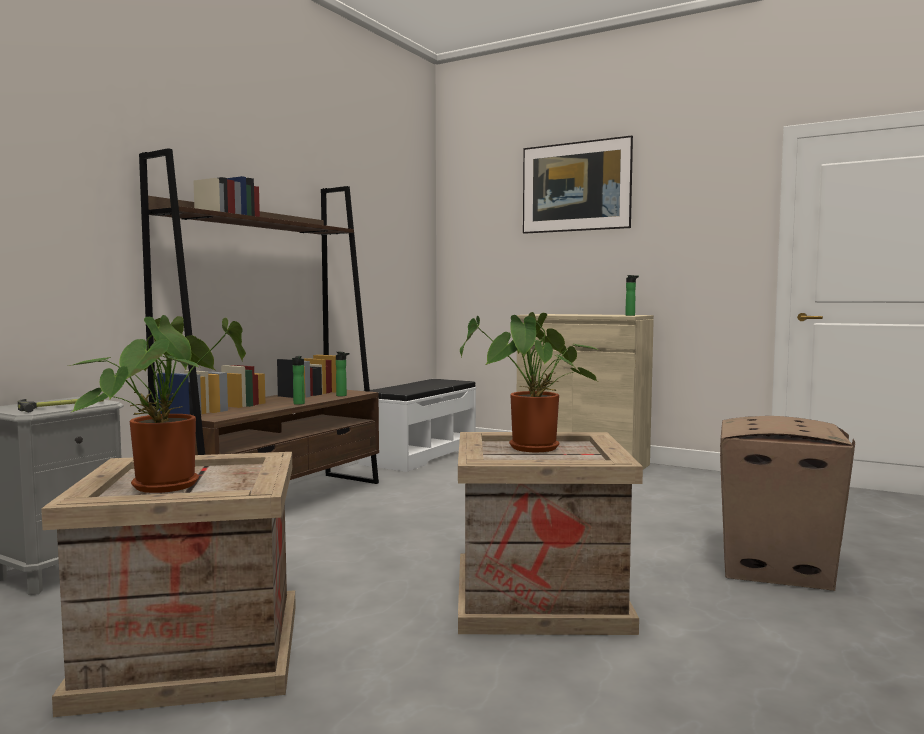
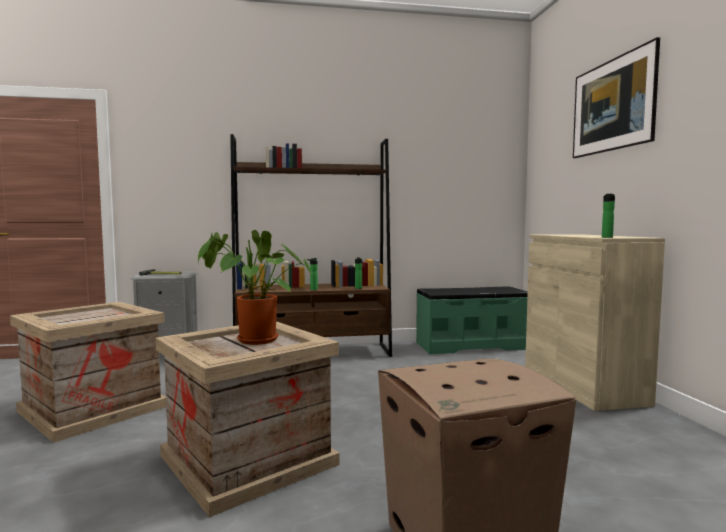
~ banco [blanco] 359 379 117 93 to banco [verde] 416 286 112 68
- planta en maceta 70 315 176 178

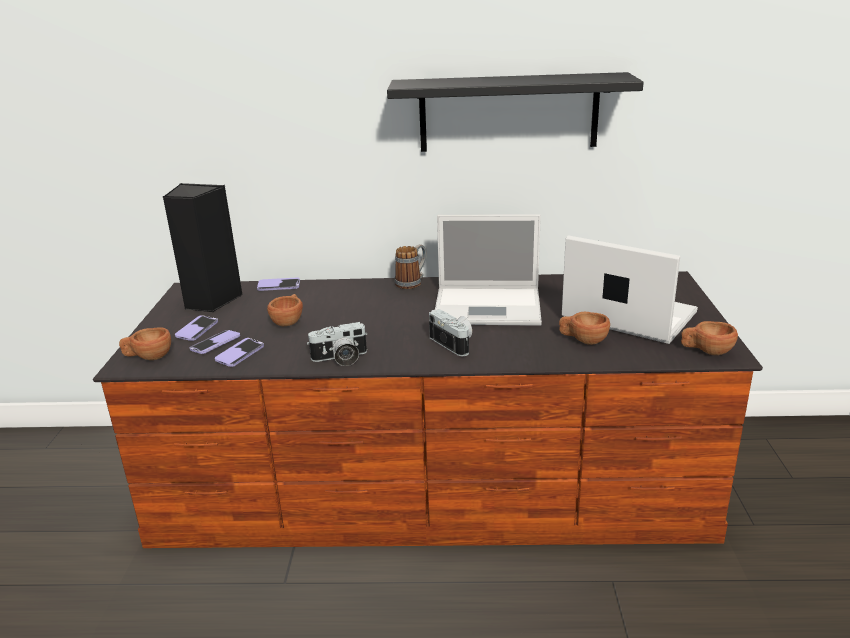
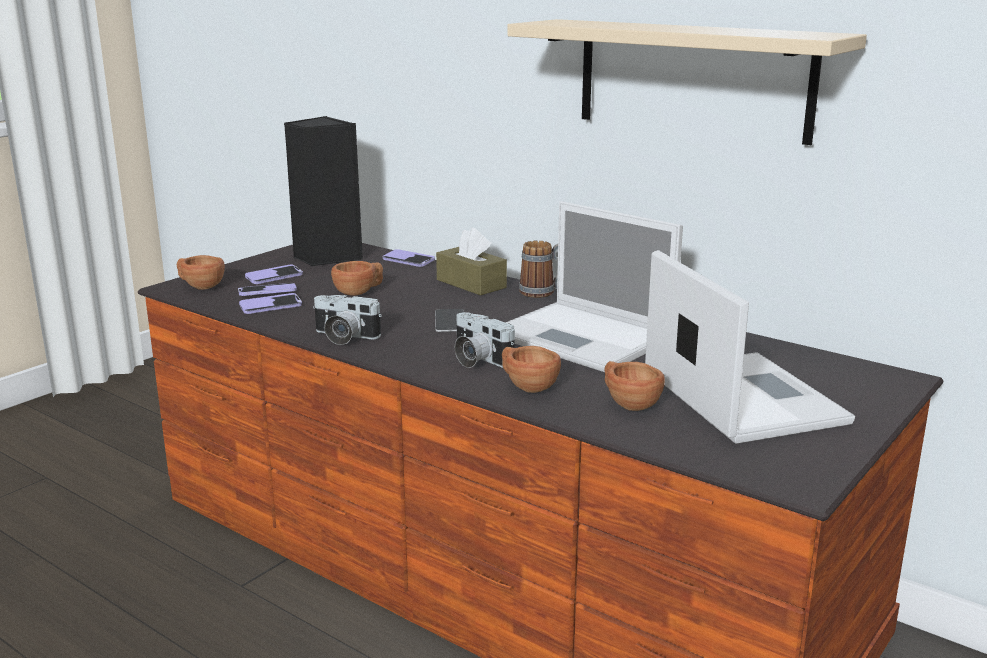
+ móvil 435 309 29 23
+ caja de pañuelos [marrón] 436 228 71 68
~ cámara 429 309 43 47 = 455 312 60 56 135 degrees clockwise
~ taza [marrón] 681 321 57 34 to 502 346 59 47
~ estante [negro] 387 72 257 80 to estante [beis] 507 19 360 126

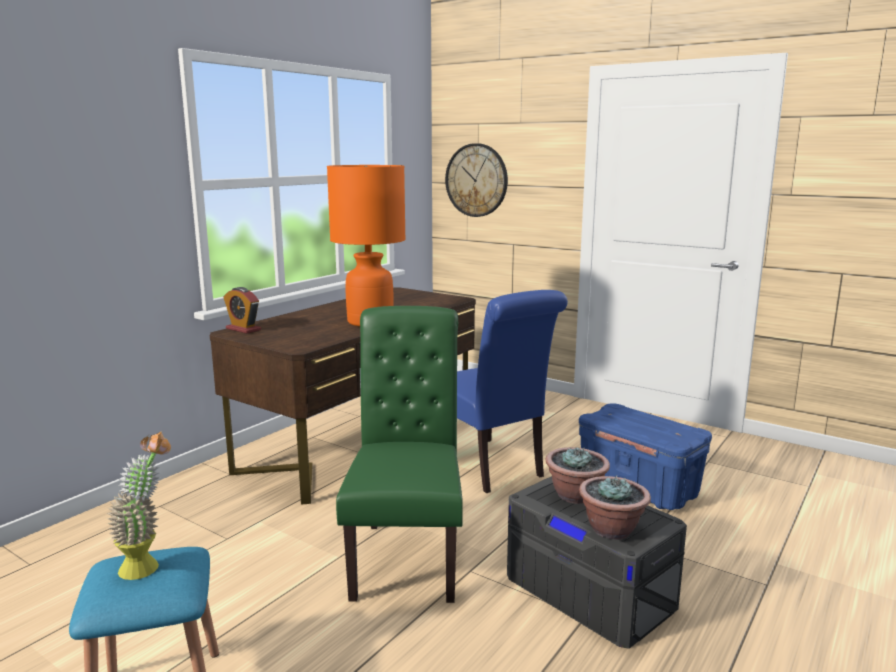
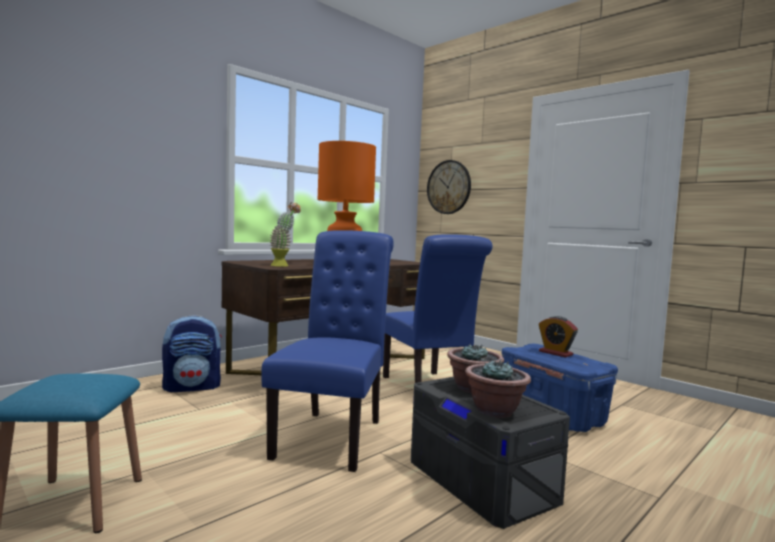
+ mochila 162 315 60 77
~ silla [verde] 336 306 127 297 to silla [azul] 261 230 133 242
~ planta en maceta 106 431 65 149 to 269 202 32 65
~ despertador 223 287 38 47 to 539 316 39 41

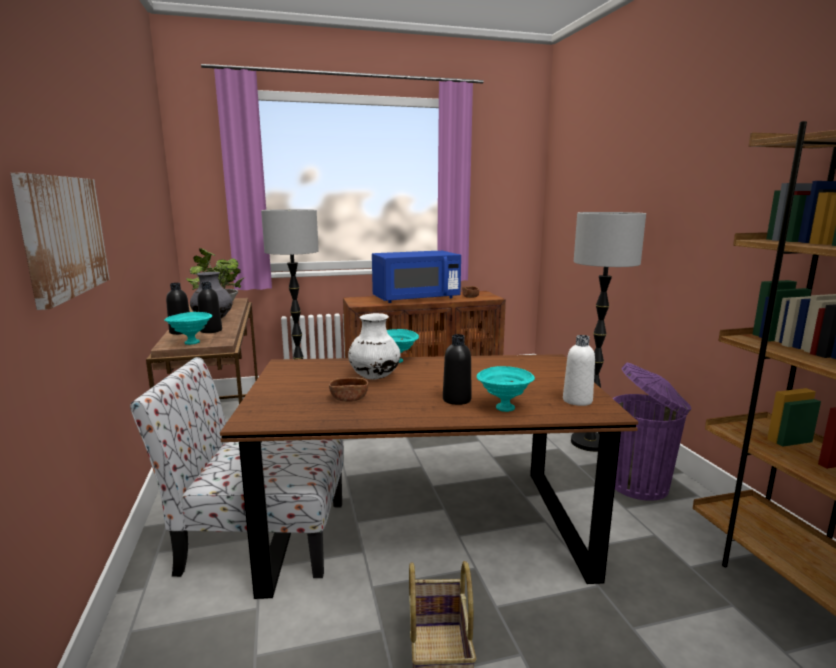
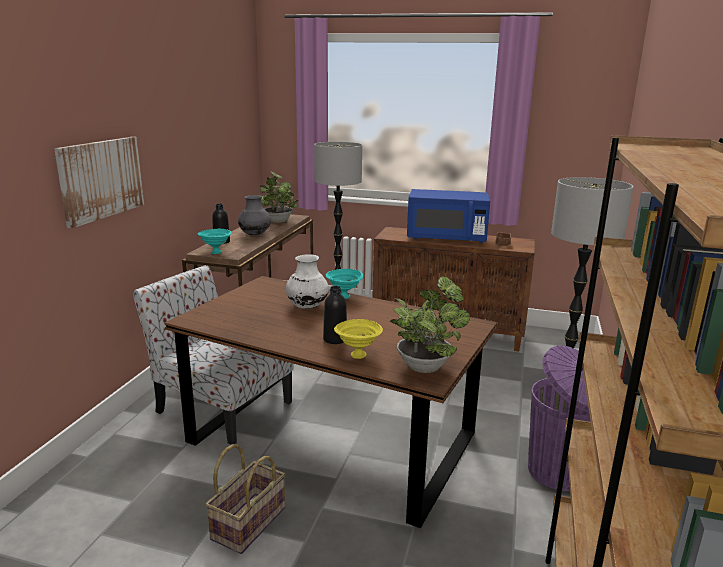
~ cuenco [turquesa] 477 366 58 46 to cuenco [amarillo] 334 319 49 40
~ botella [blanco] 563 335 32 71 to planta en maceta 390 276 80 97
- botella [negro] 197 282 25 51
- cuenco [marrón] 329 377 39 25

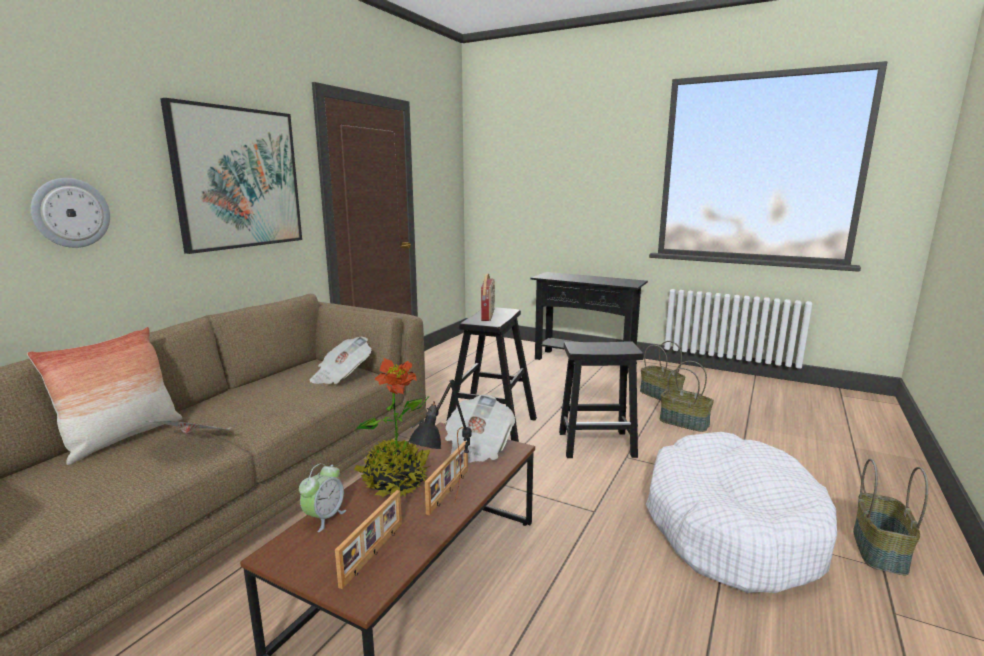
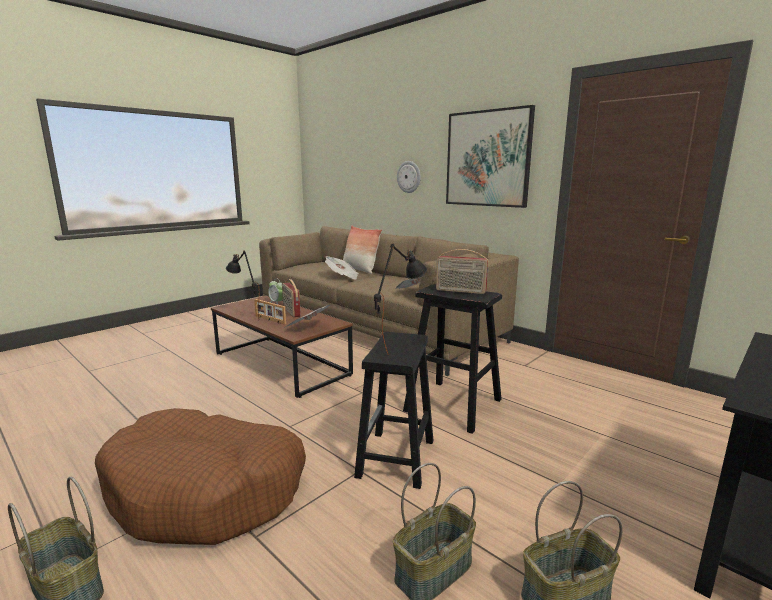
~ cama para perro [blanco] 646 432 191 161 to cama para perro [marrón] 95 408 211 137
~ planta en maceta 354 358 76 139 to radio 282 279 19 38
+ lámpara de mesa [negro] 374 243 53 112
- portarretratos 335 490 67 99

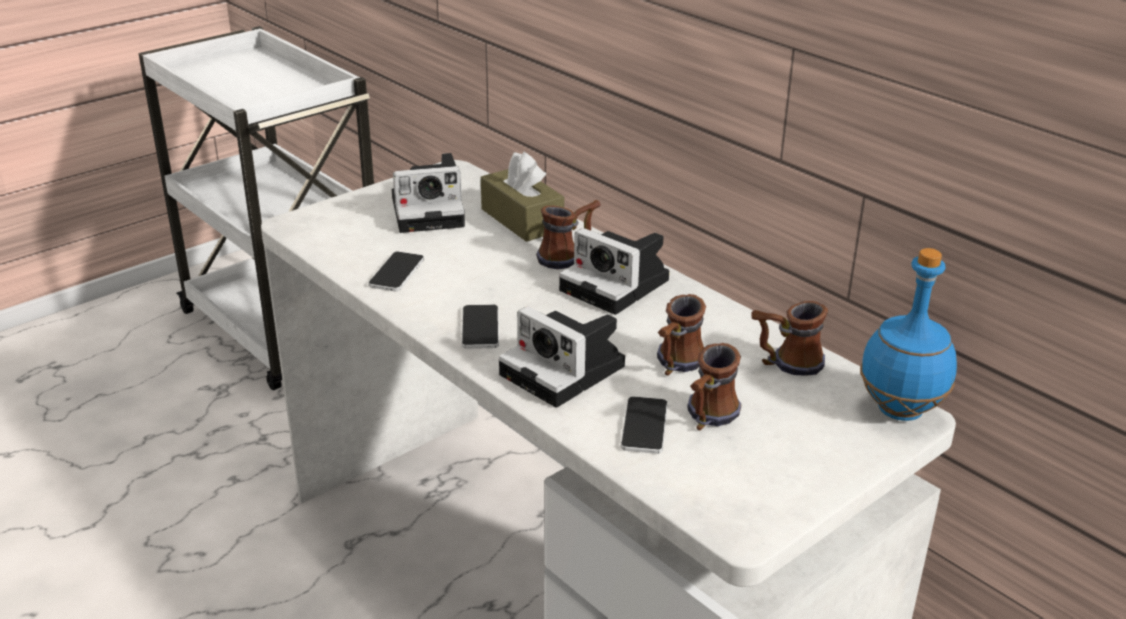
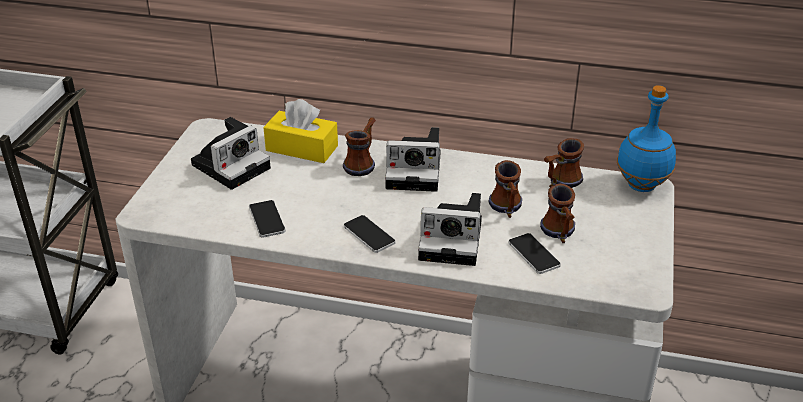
~ caja de pañuelos [marrón] 481 151 83 91 to caja de pañuelos [amarillo] 263 99 75 64

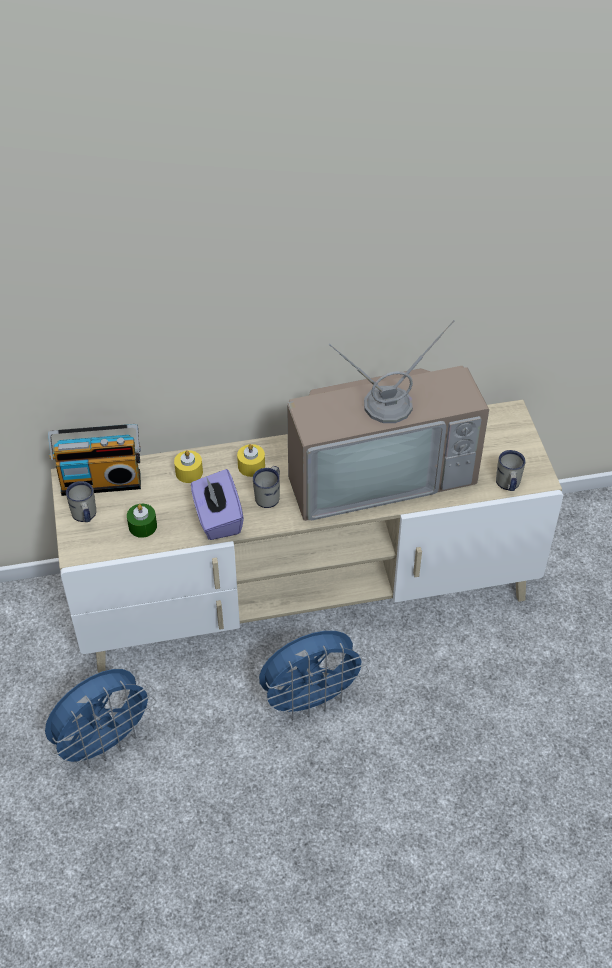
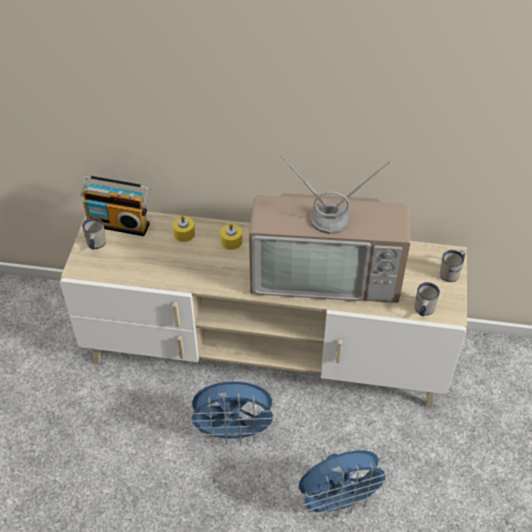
~ ventilador [azul] 45 669 111 101 to 299 450 94 70
~ taza grande [blanco] 253 466 27 42 to 440 250 25 32
- vela [verde] 127 504 30 34
- caja de pañuelos [morado] 191 469 53 71

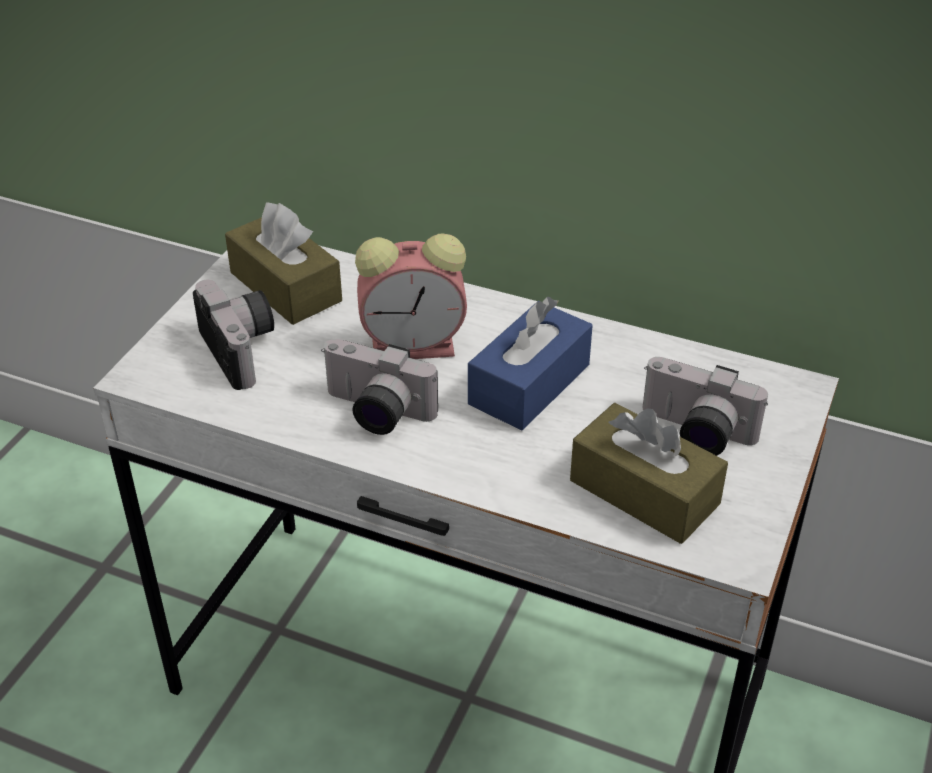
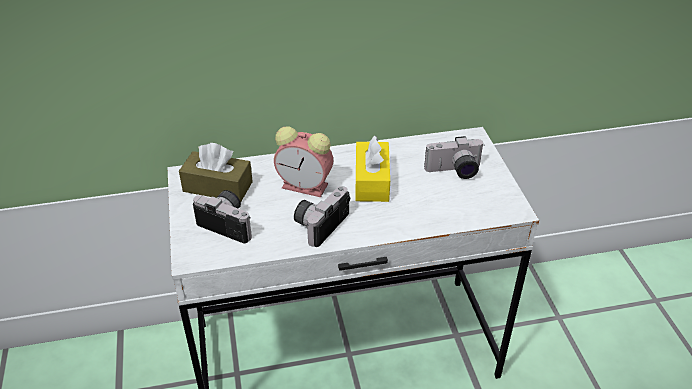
~ despertador 355 233 112 126 = 274 127 60 70 60 degrees clockwise
~ cámara 321 339 117 96 = 294 186 56 61 135 degrees clockwise
~ caja de pañuelos [azul] 468 297 125 133 to caja de pañuelos [amarillo] 355 136 35 66
- caja de pañuelos [marrón] 570 403 158 141

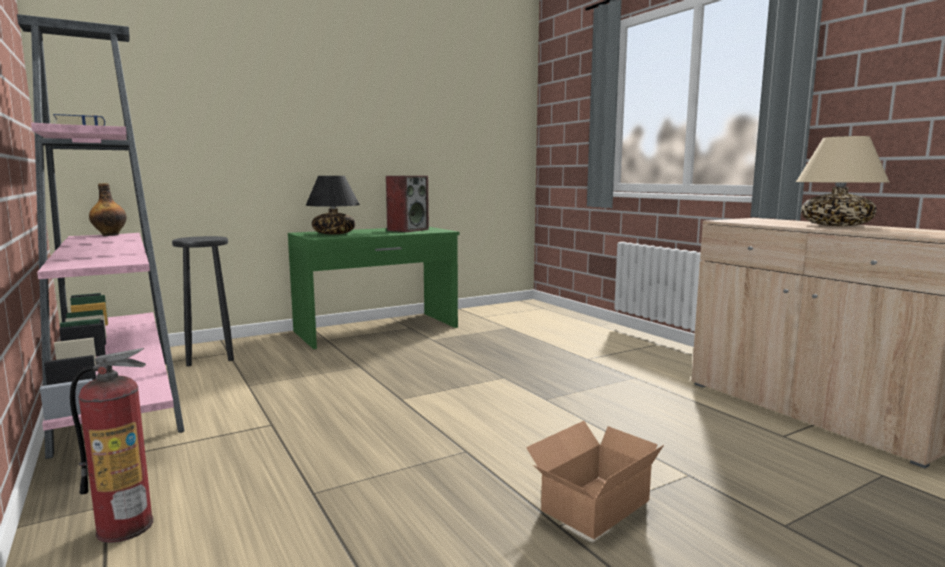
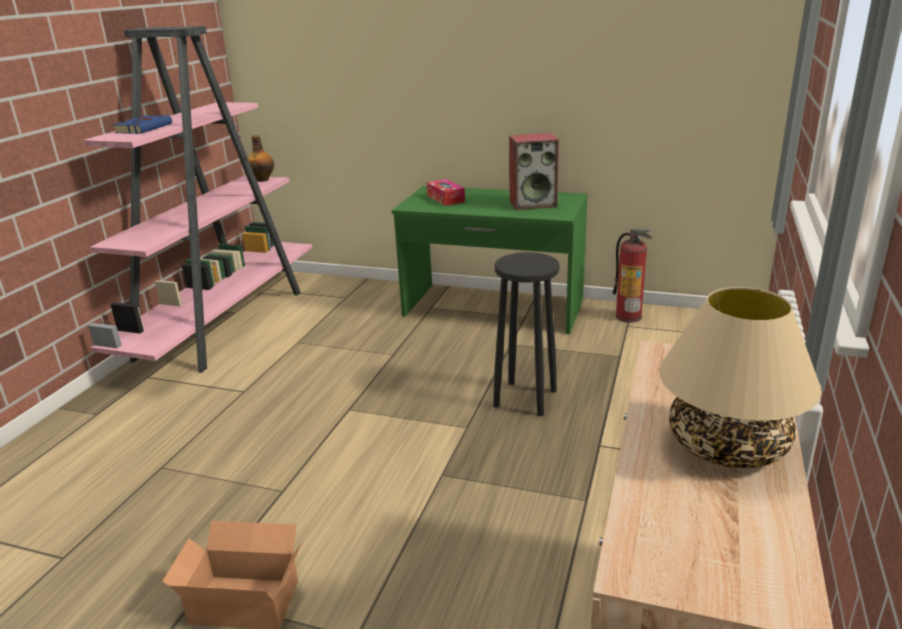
~ lámpara de mesa [negro] 306 176 54 58 to caja de pañuelos 427 179 38 27
~ taburete [negro] 172 236 62 130 to 493 252 67 164
~ extintor 70 348 83 195 to 613 228 40 95

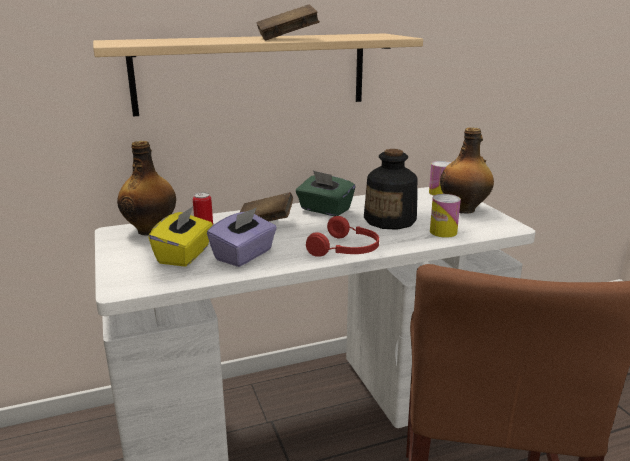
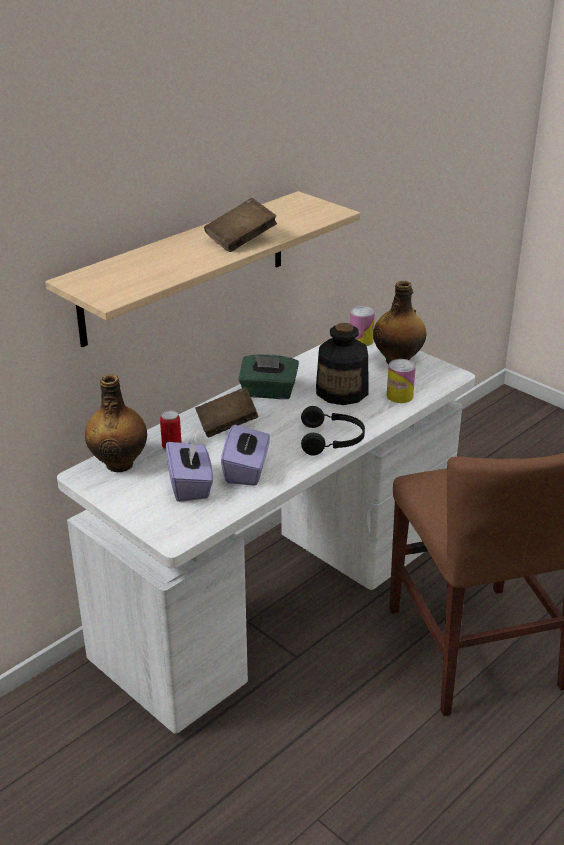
~ caja de pañuelos [amarillo] 148 206 65 61 to caja de pañuelos [morado] 166 438 47 64
~ auriculares [rojo] 306 216 73 41 to auriculares [negro] 301 406 64 49

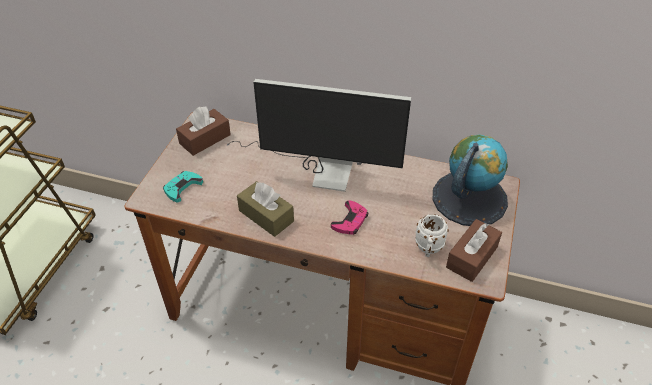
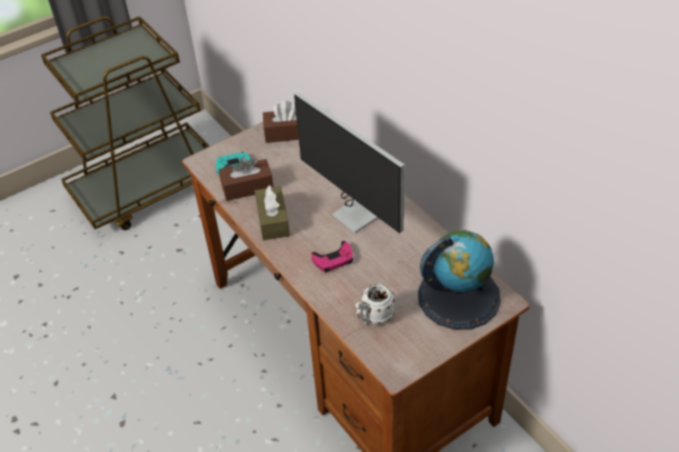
~ caja de pañuelos [marrón] 446 219 56 63 to 219 157 54 44

